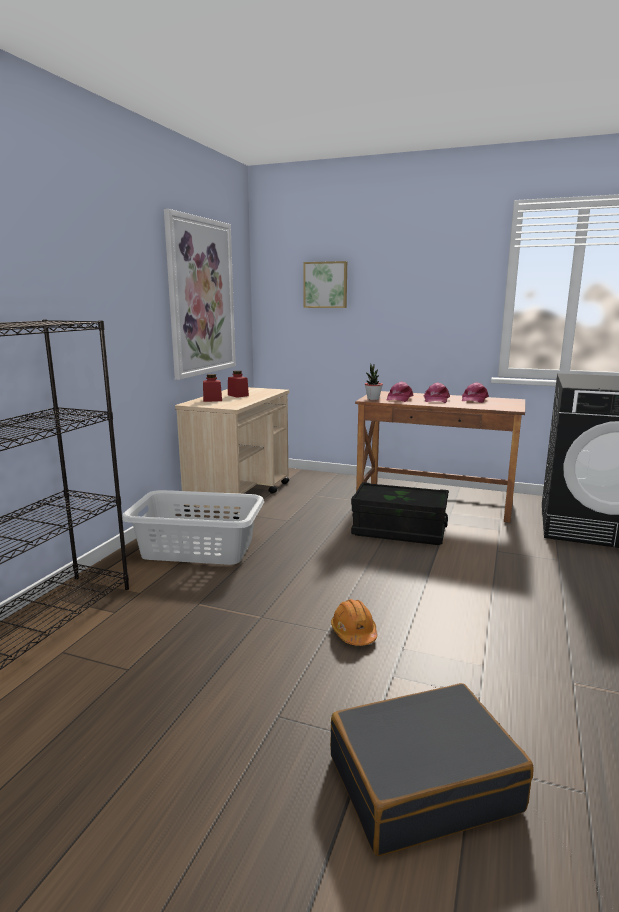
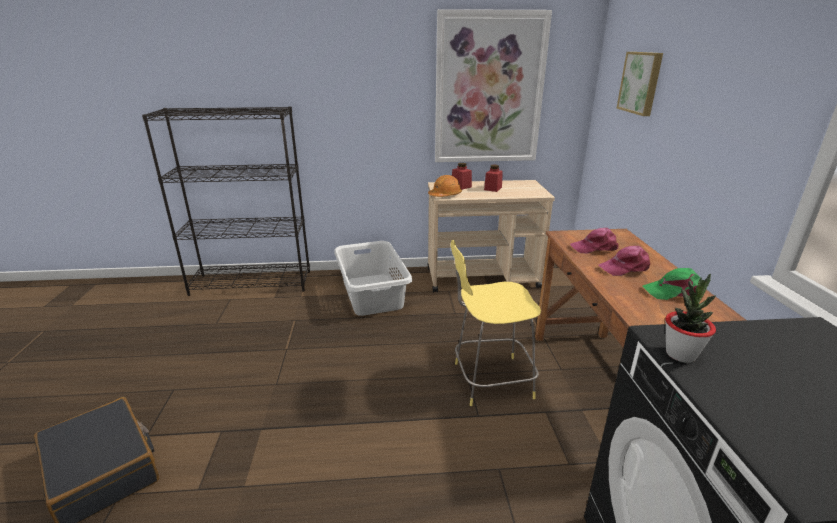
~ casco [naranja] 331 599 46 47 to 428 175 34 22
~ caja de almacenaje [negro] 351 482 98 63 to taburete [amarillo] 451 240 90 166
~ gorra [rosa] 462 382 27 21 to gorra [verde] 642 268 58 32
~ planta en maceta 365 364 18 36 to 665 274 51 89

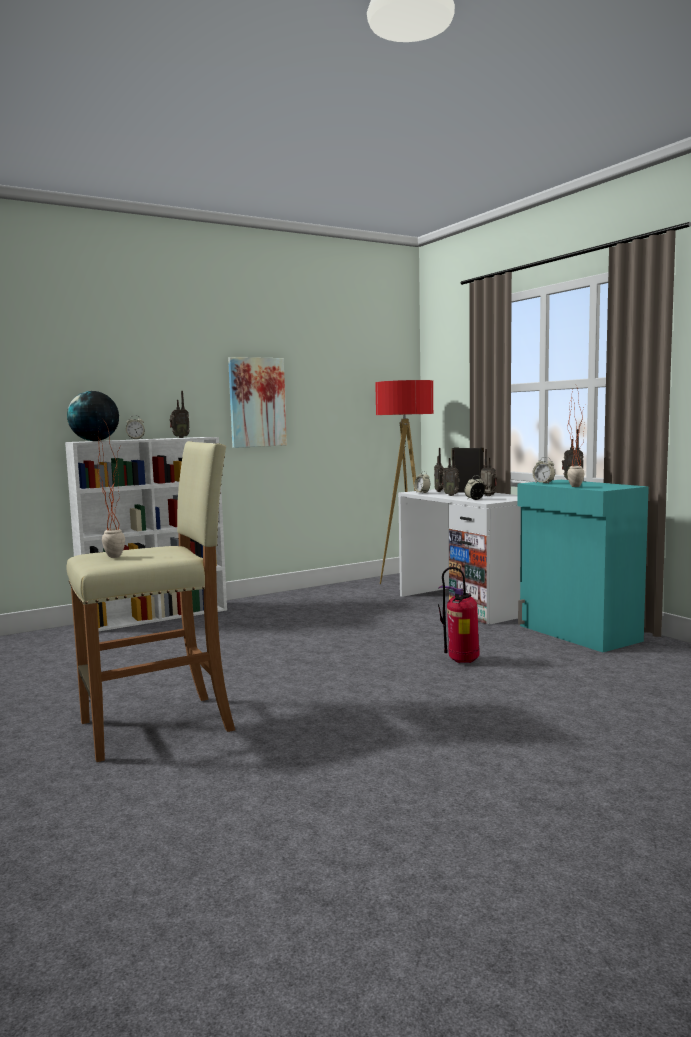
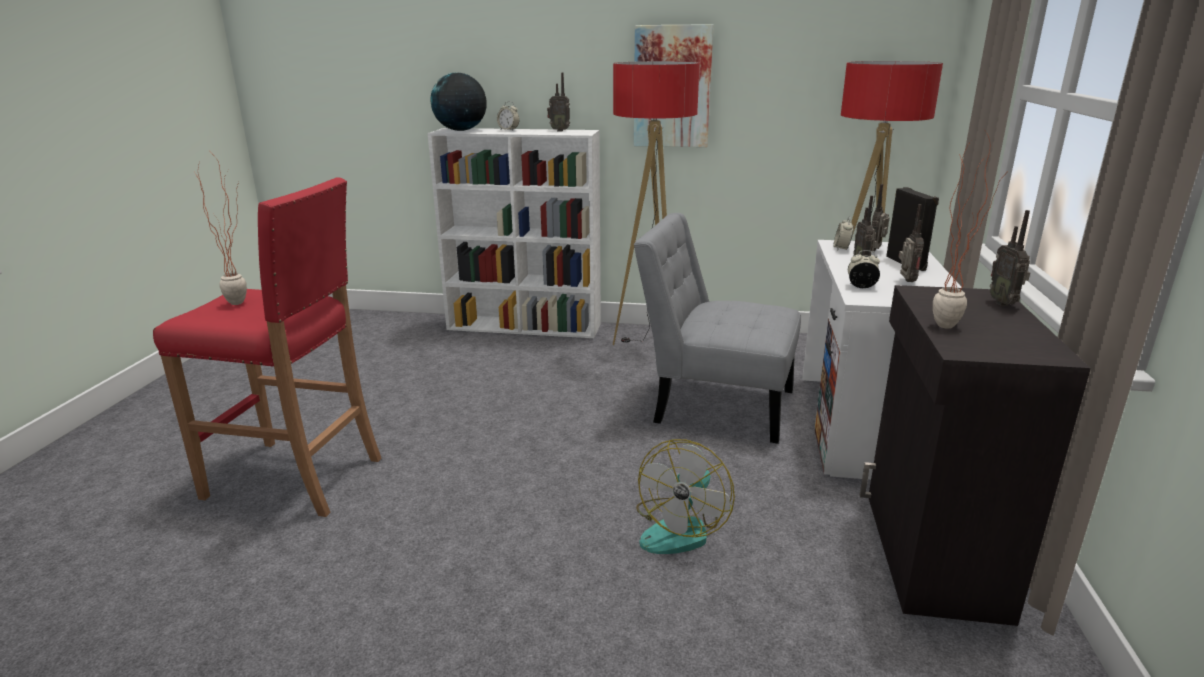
~ taburete [beis] 66 441 169 321 to taburete [rojo] 153 177 229 340
+ lámpara de pie 613 61 87 284
+ silla [gris] 634 213 167 231
~ extintor 438 567 42 96 to ventilador 636 439 99 115
~ armario [turquesa] 517 480 132 172 to armario [negro] 860 285 231 341
- despertador 532 457 23 26

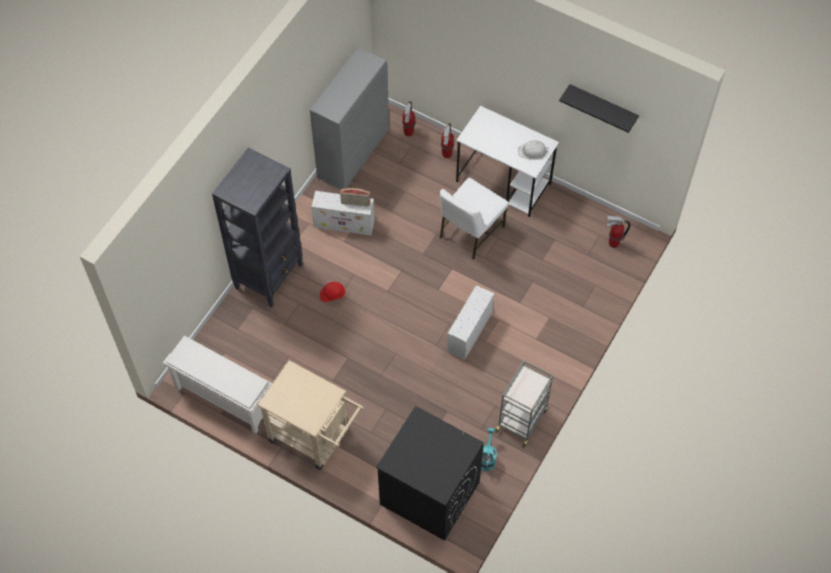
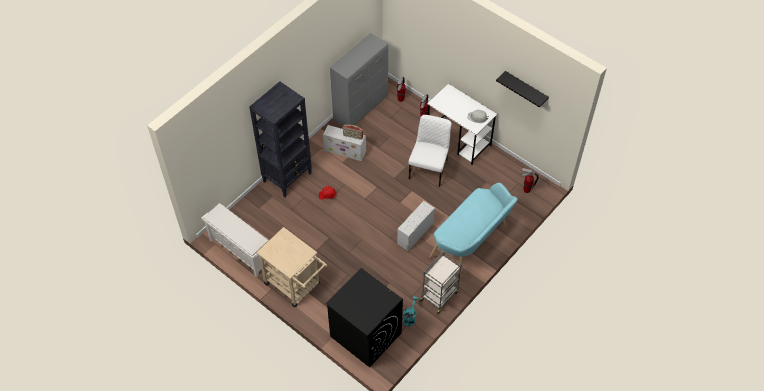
~ silla [blanco] 440 178 69 82 = 408 115 43 72 150 degrees clockwise
+ banco [turquesa] 429 183 89 94

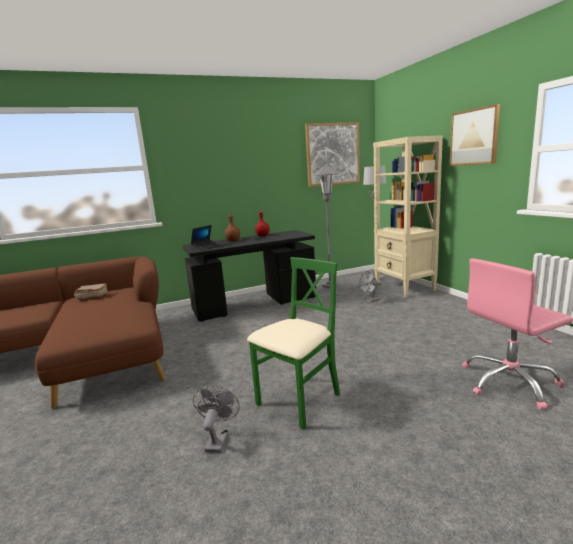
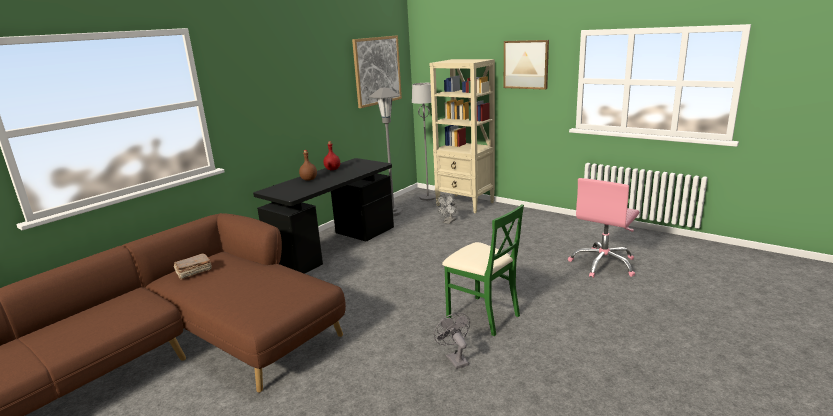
~ silla [verde] 247 257 93 173 = 442 204 82 132 120 degrees clockwise
- portátil 191 225 29 26

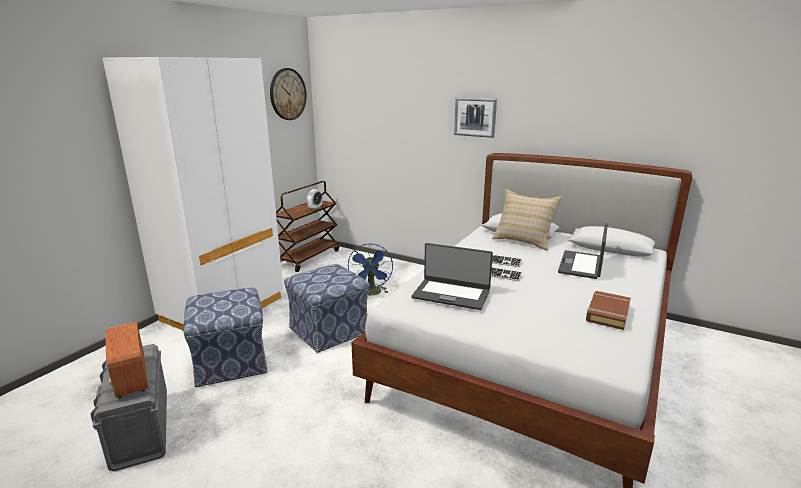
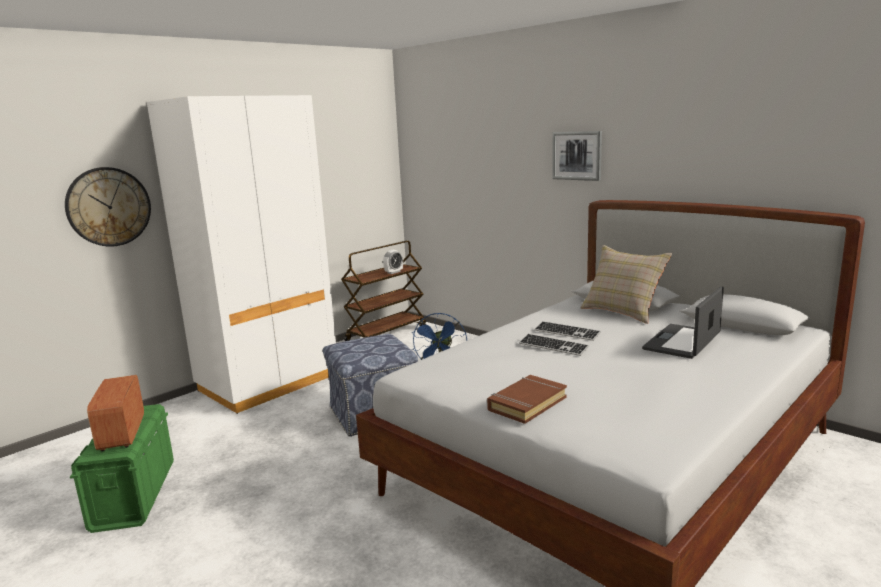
~ reloj de pared 270 68 37 52 to 65 167 86 80
~ caja de almacenaje [gris] 90 344 77 128 to caja de almacenaje [verde] 70 404 104 129
~ libro [marrón] 586 291 45 39 to 487 375 80 49
- puf 184 288 84 99
- portátil 411 243 82 67

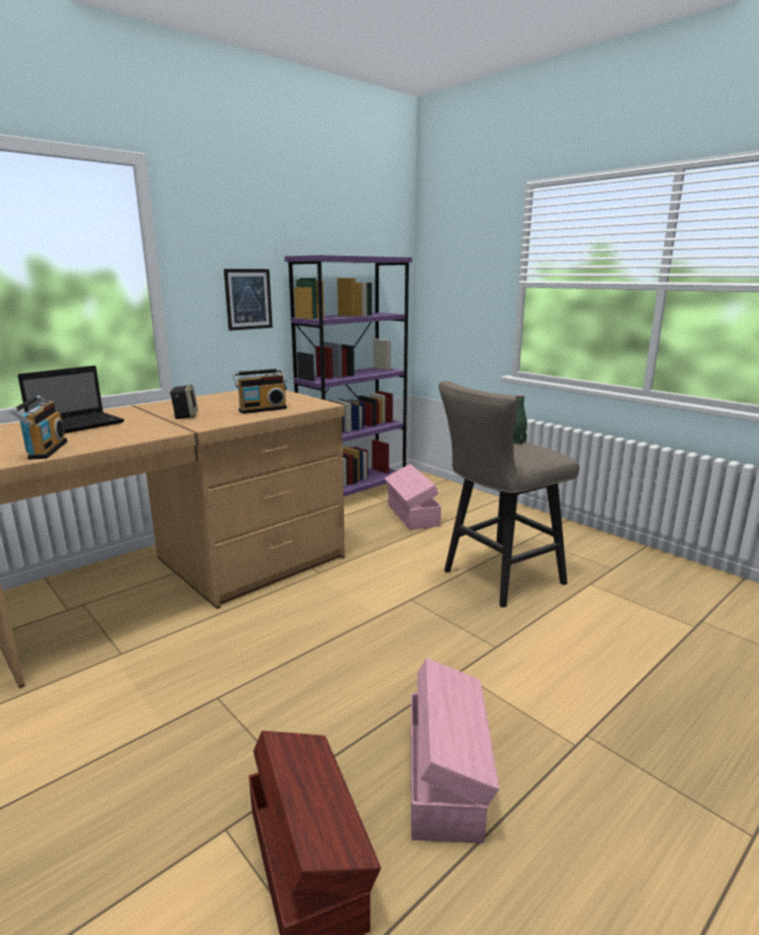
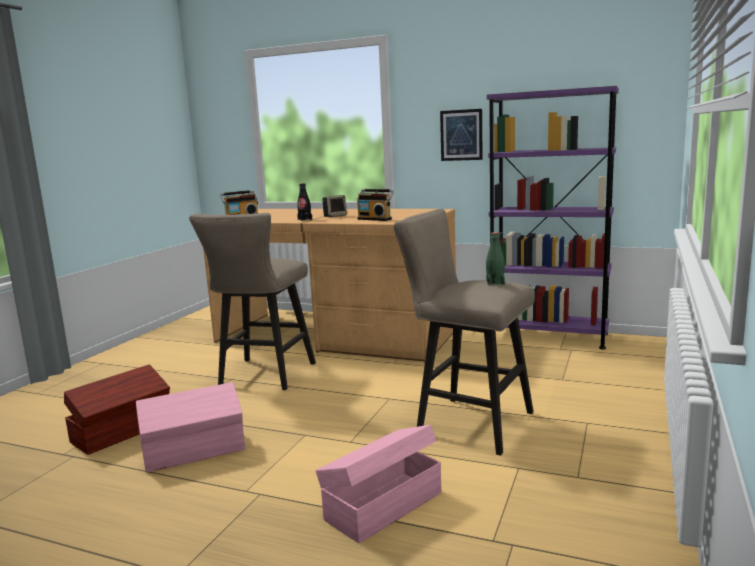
+ taburete [beis] 189 213 127 177
+ botella [negro] 297 183 15 38
~ caja de almacenaje [rosa] 385 464 56 66 to 316 425 125 118
- portátil 18 366 106 67

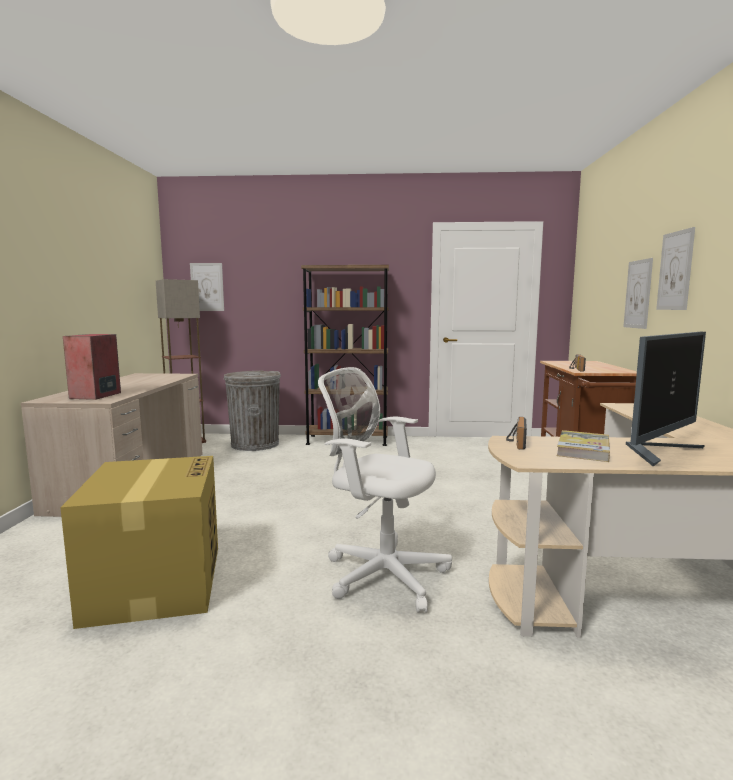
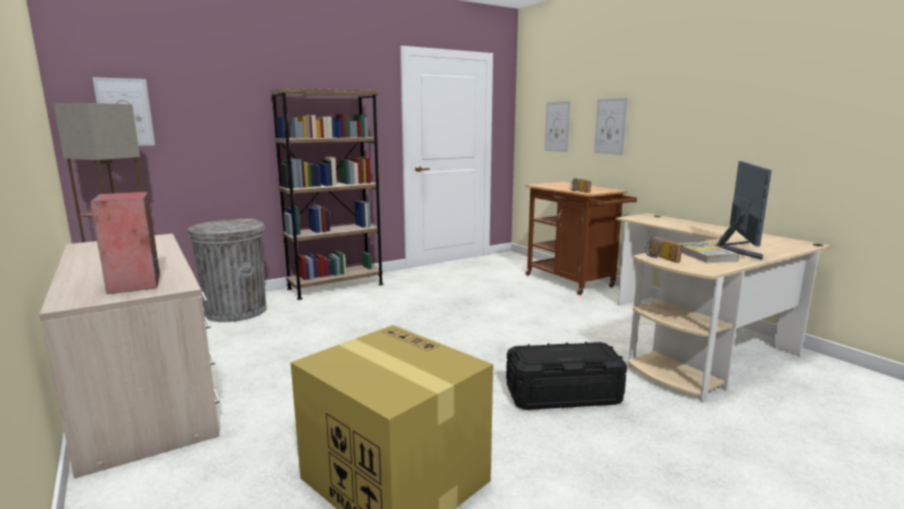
~ silla de oficina [blanco] 318 367 134 246 to caja de almacenaje [negro] 506 342 121 68
~ cuadro 656 227 39 83 to 545 101 26 51

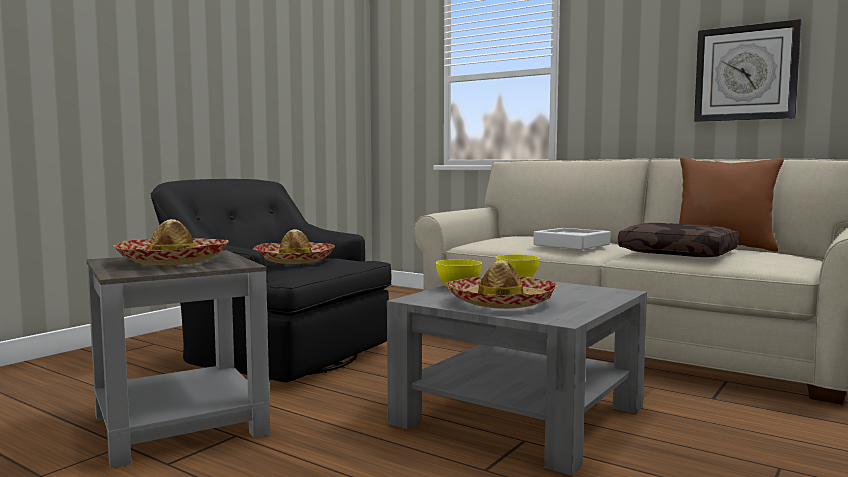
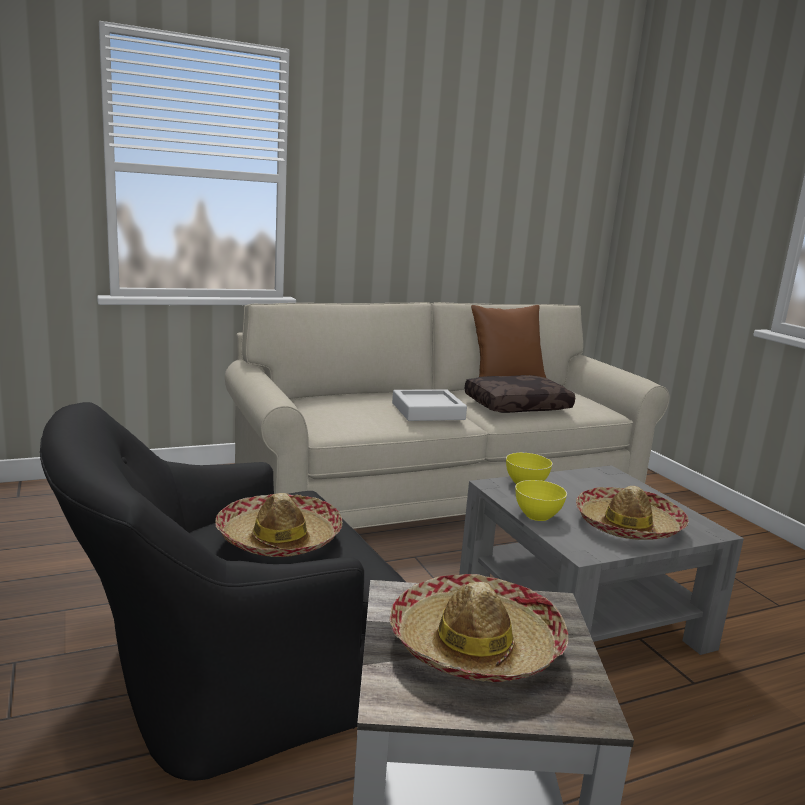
- reloj de pared 694 19 107 103

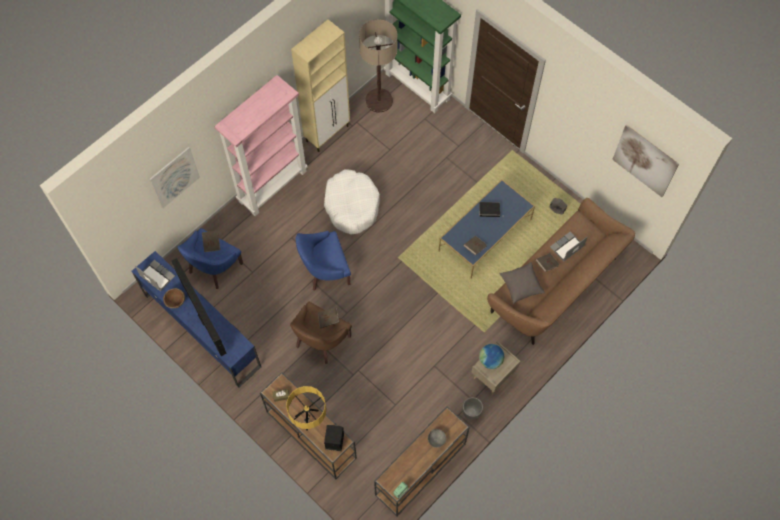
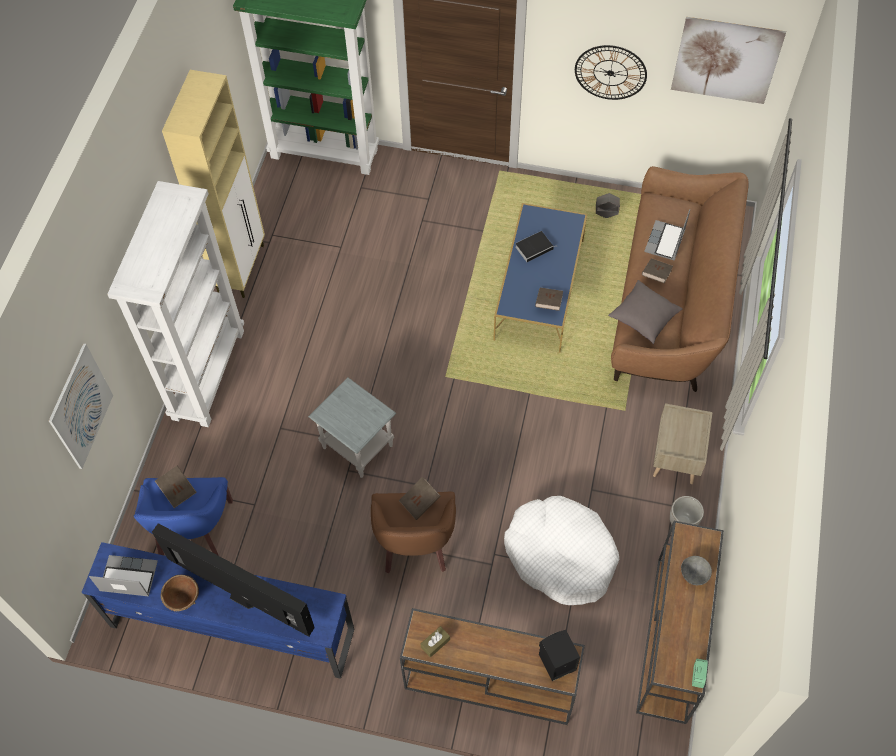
~ estantería [rosa] 214 75 94 141 to estantería [blanco] 107 181 137 246
~ sillón [azul] 296 231 55 60 to mesa auxiliar [gris] 308 377 88 101
~ cama para perro [blanco] 324 169 56 66 to 504 496 115 109
+ reloj de pared 575 45 72 55
- lámpara de mesa [amarillo] 286 386 40 45
- lámpara de pie 359 19 38 94
- globo terráqueo 479 344 25 25

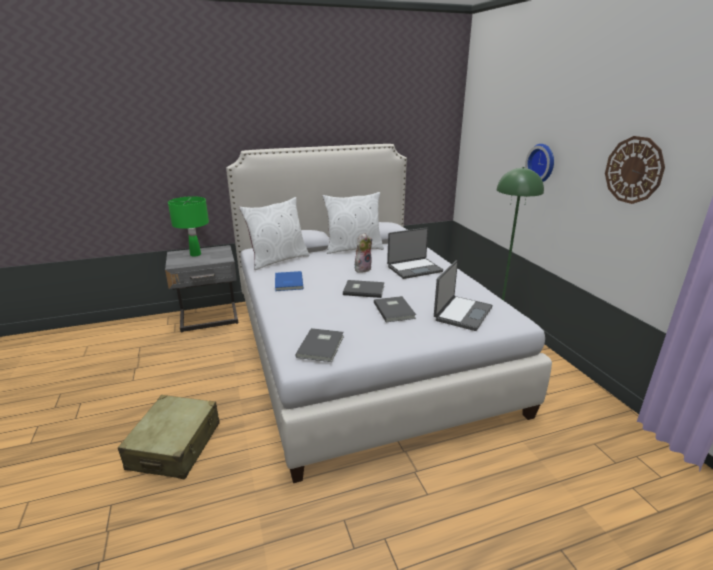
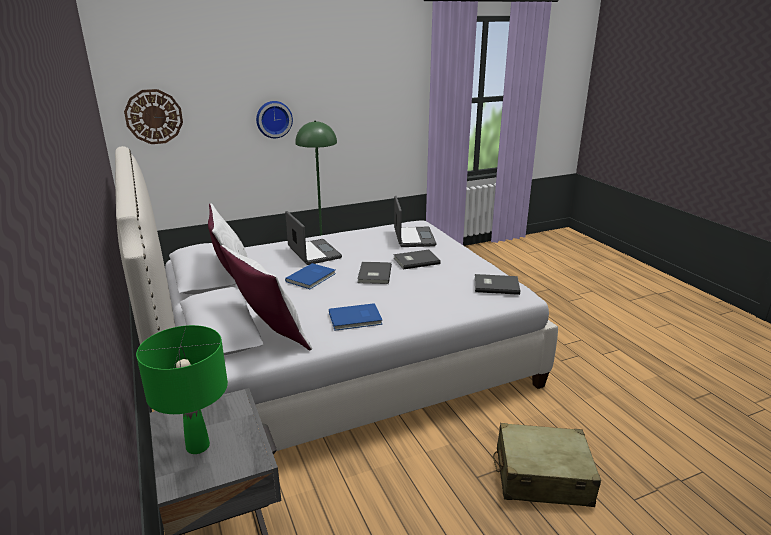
~ reloj de pared 605 136 60 68 to 124 89 59 55
~ peluche 355 233 17 40 to libro [azul] 285 263 51 26
~ portátil 434 260 59 71 = 394 196 43 51 60 degrees clockwise

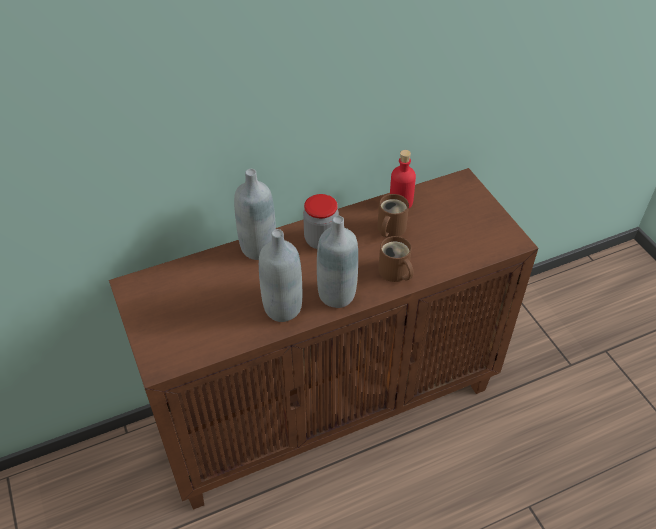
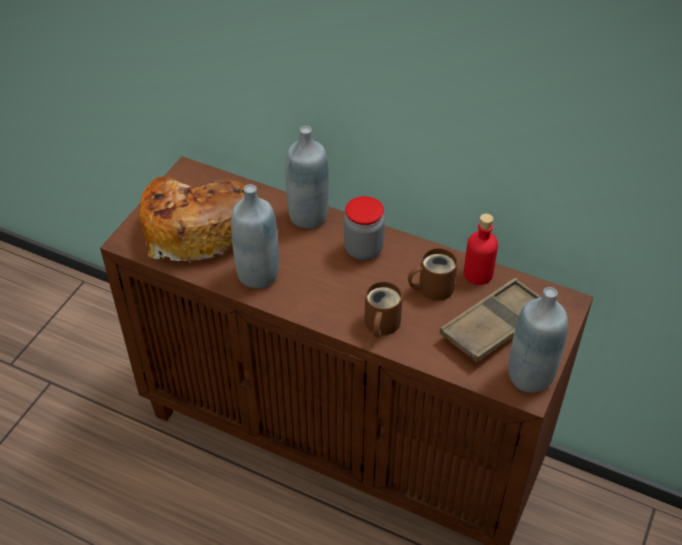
+ pan 139 177 106 86
+ bandeja [marrón] 440 278 101 85
~ botella [gris] 317 215 41 93 to 508 287 60 106

